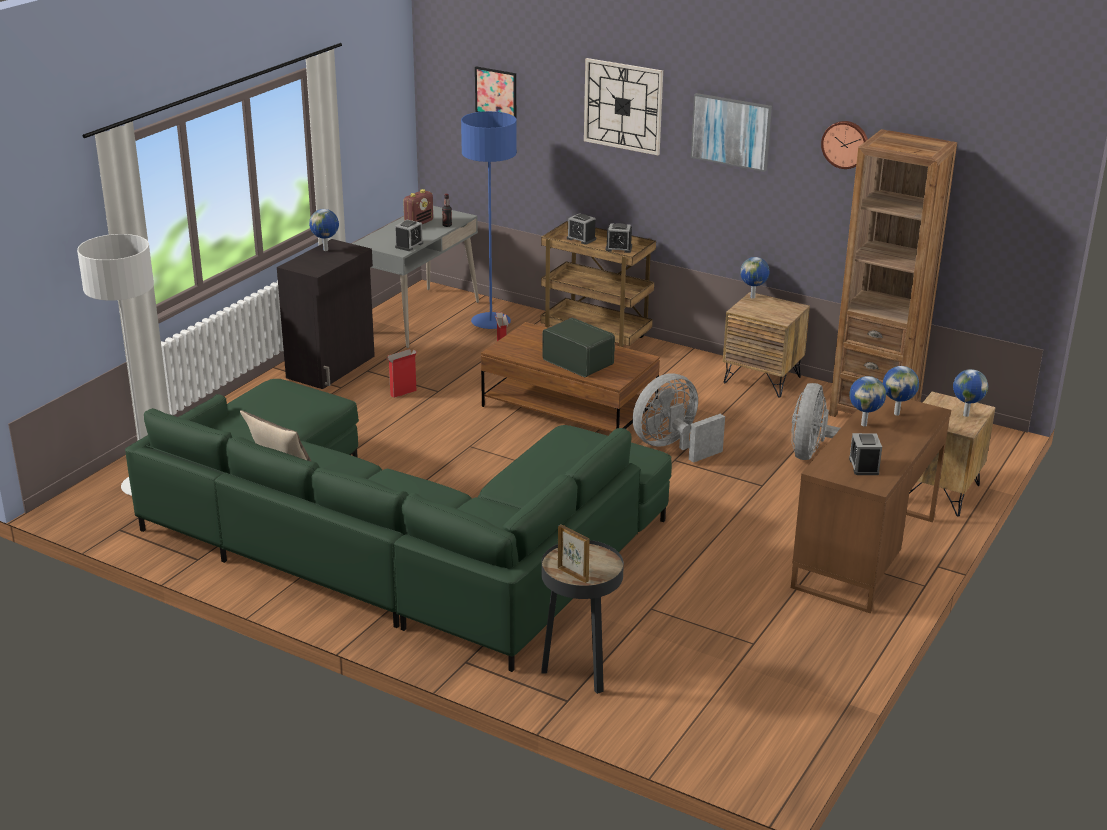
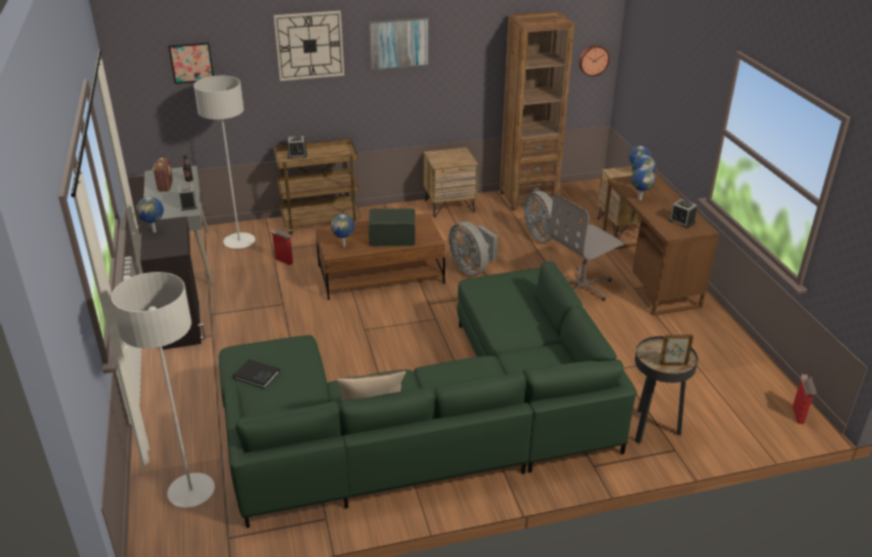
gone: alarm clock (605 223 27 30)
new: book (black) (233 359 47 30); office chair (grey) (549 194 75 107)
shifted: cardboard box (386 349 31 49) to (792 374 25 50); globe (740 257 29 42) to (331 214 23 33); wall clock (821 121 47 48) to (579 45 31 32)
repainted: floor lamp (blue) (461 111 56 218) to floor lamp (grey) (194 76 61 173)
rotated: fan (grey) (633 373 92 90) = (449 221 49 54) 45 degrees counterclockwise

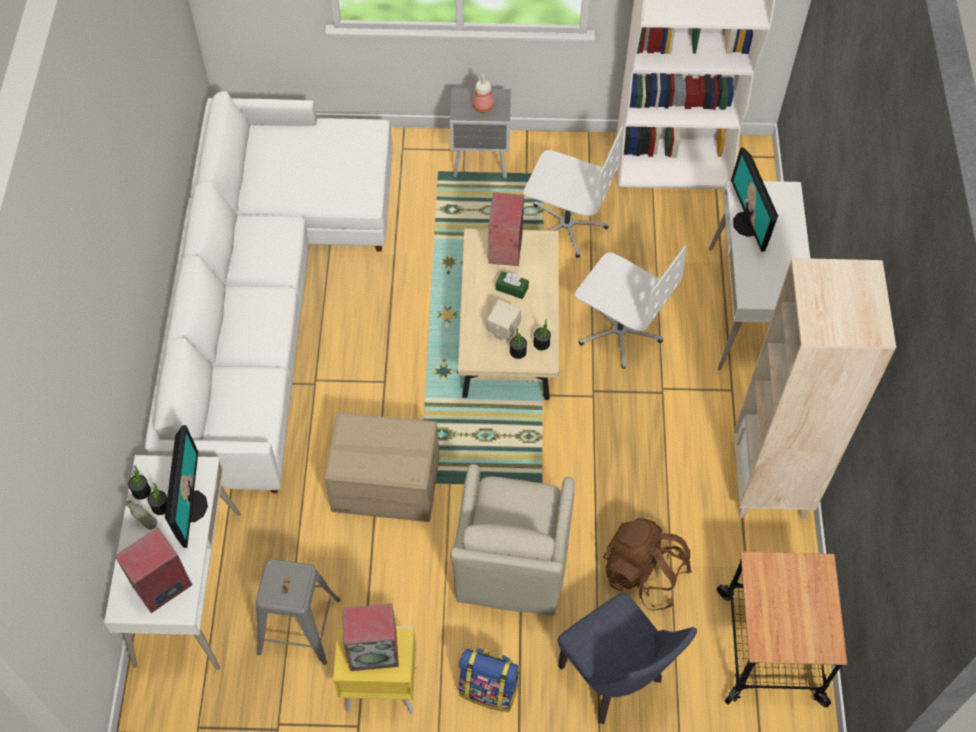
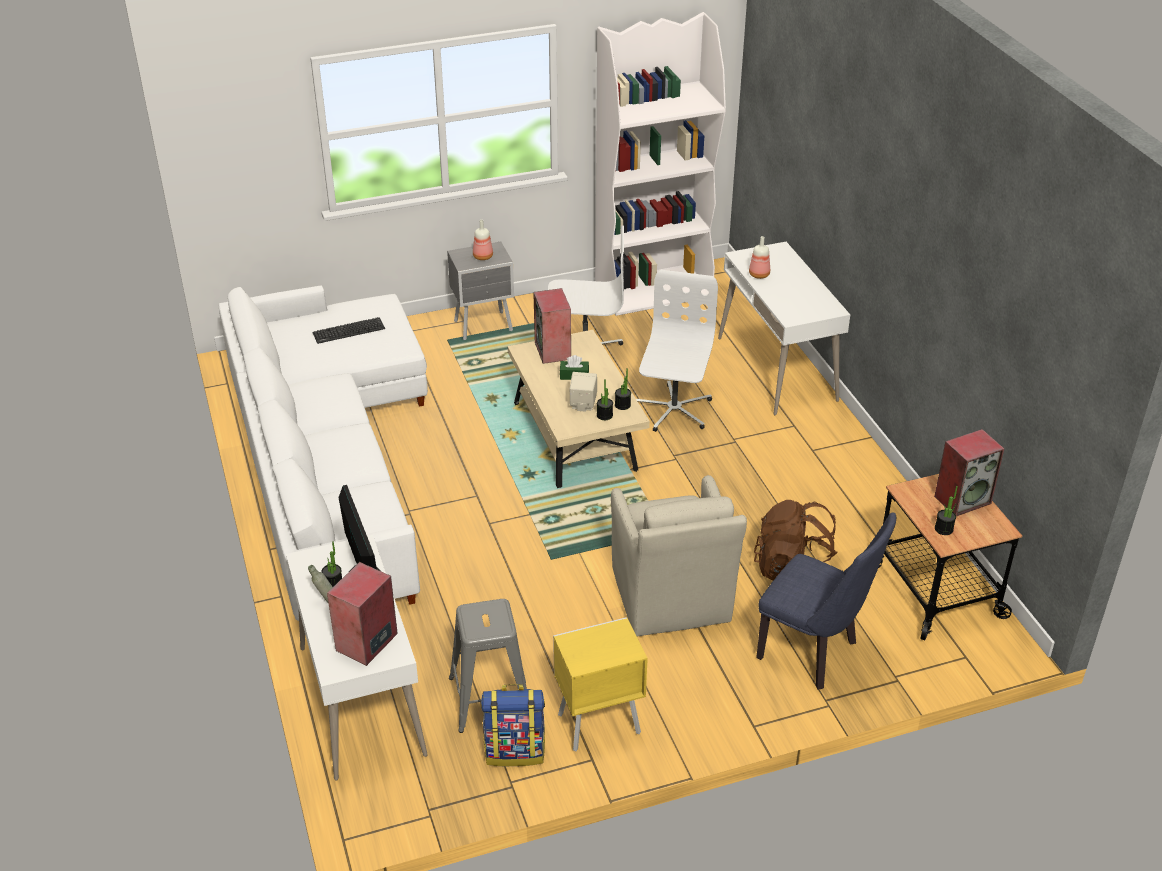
gone: cardboard box (324 412 115 110); bookcase (beige) (733 258 163 261)
new: keyboard (313 317 72 27)
shifted: potted plant (128 465 23 35) to (935 486 23 49); speaker (342 604 57 67) to (934 429 70 87); backpack (458 648 61 64) to (481 684 64 83)
swapped: monitor (731 147 47 105) to bottle (749 236 21 43)
rotated: office chair (white) (575 245 111 124) = (636 270 82 162) 90 degrees counterclockwise

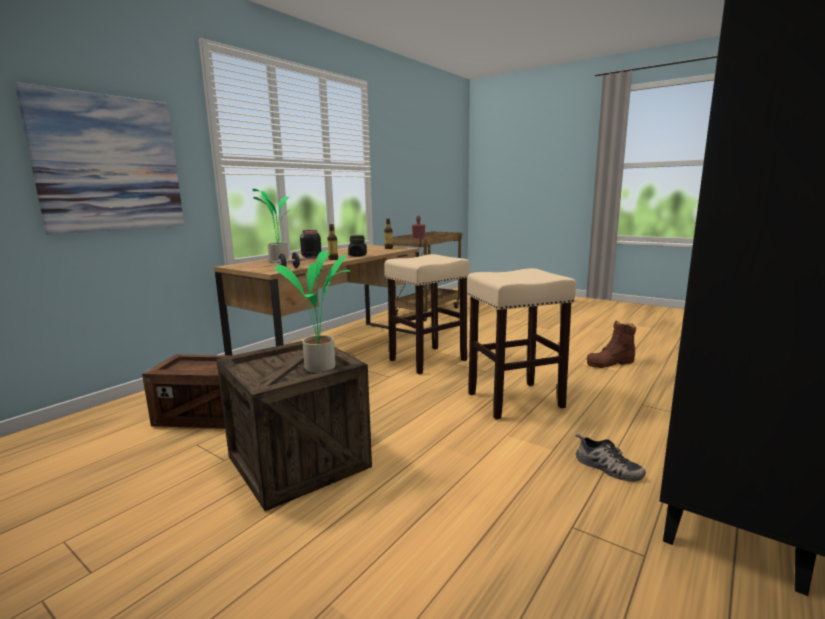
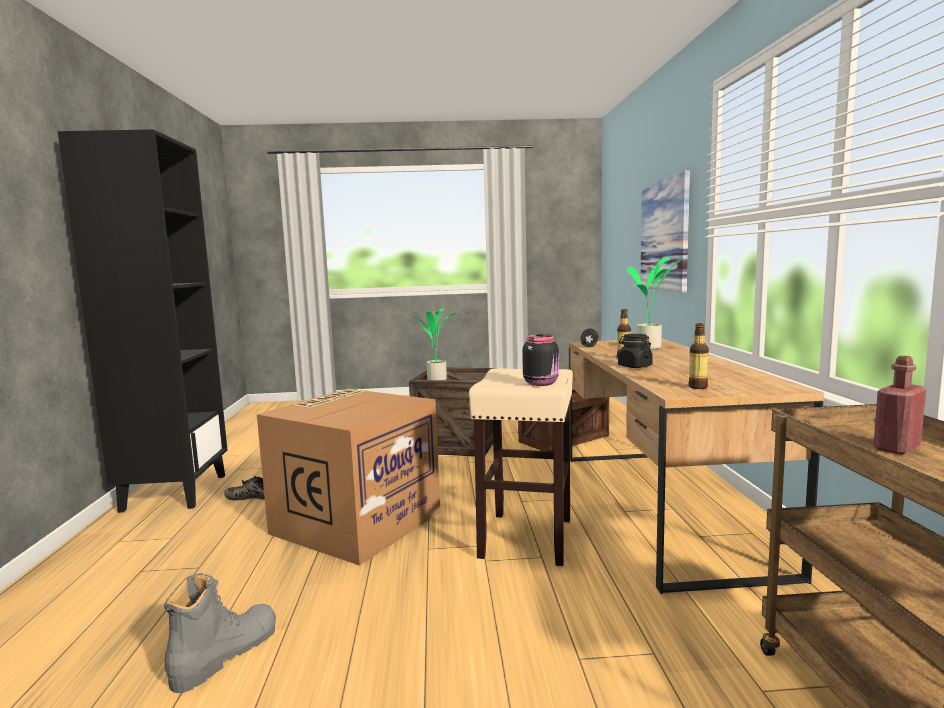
shifted: jar (black) (300 230 21 28) to (522 334 37 52)
swapped: stool (beige) (467 268 109 152) to cardboard box (257 389 183 177)
repainted: boot (brown) (587 321 49 47) to boot (grey) (164 573 112 120)

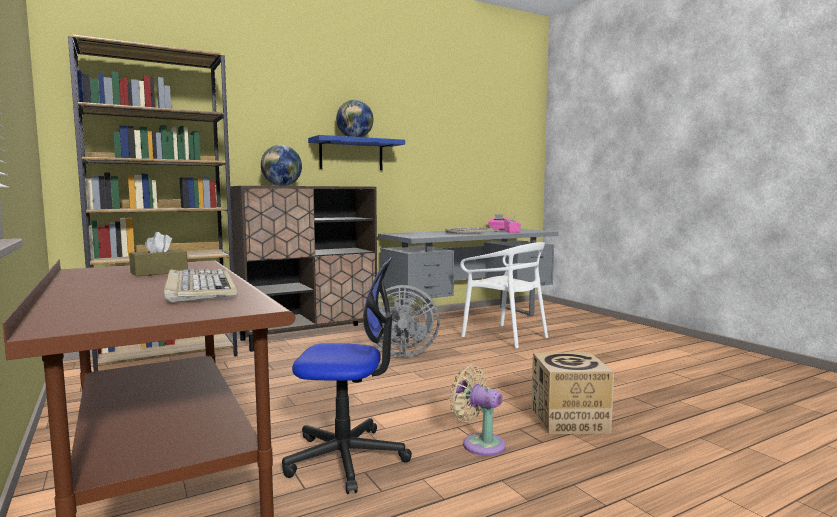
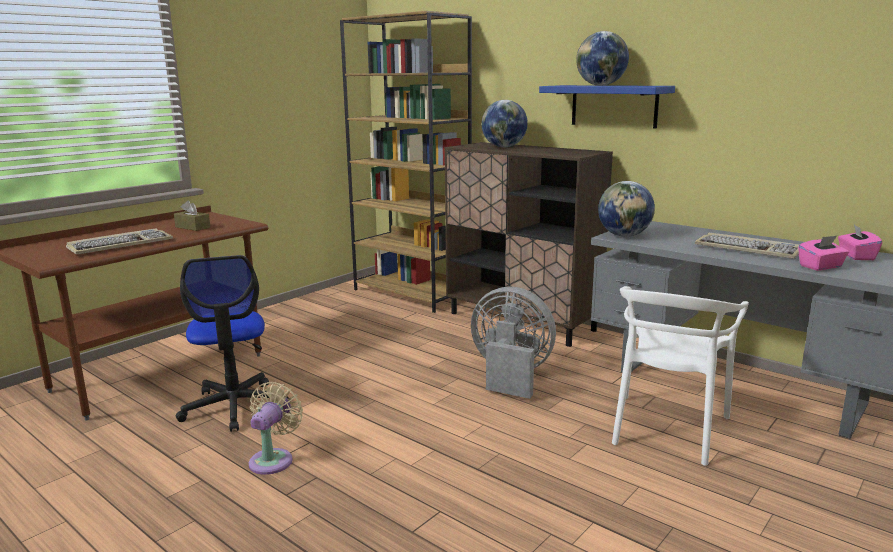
gone: cardboard box (531 352 83 82)
new: globe (598 181 57 56)
rotated: fan (grey) (375 285 65 72) = (471 287 85 112) 135 degrees clockwise

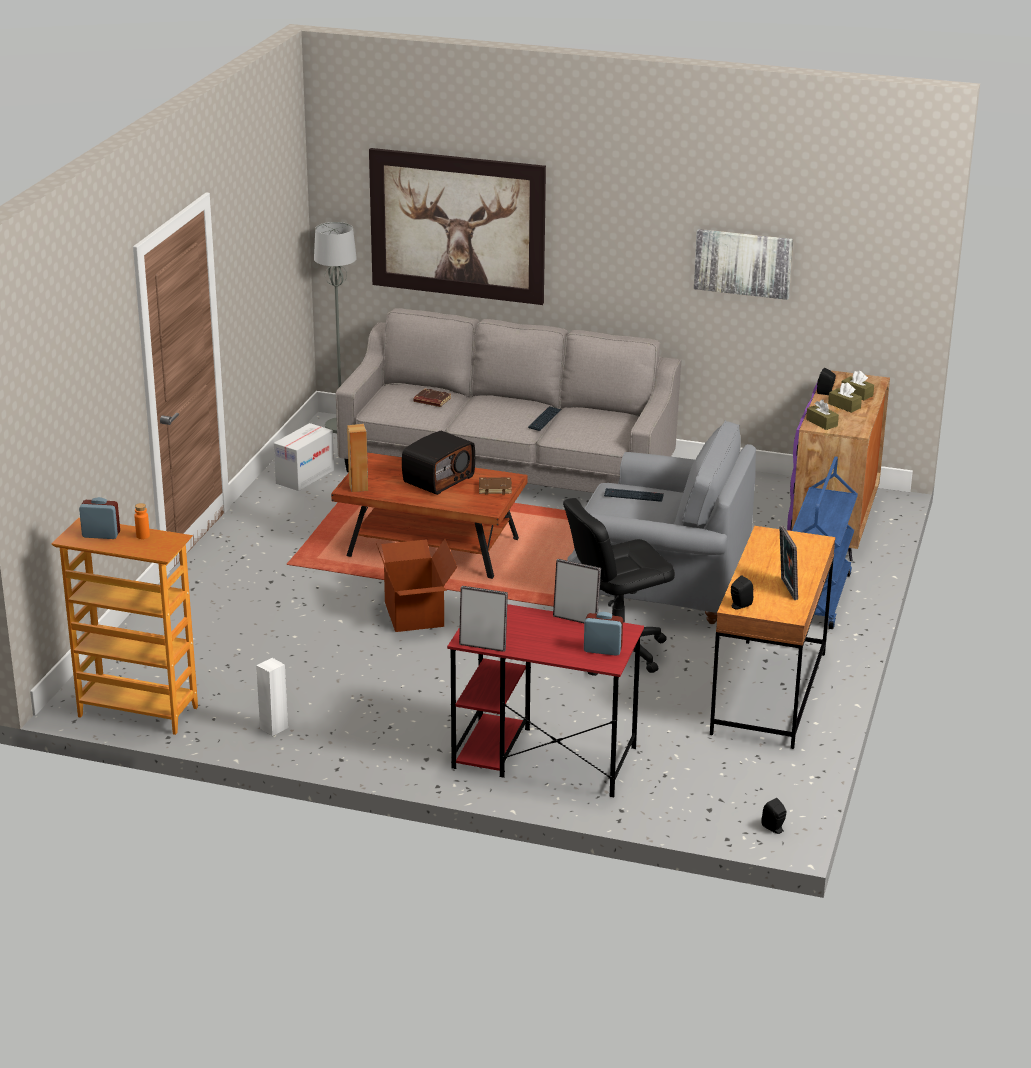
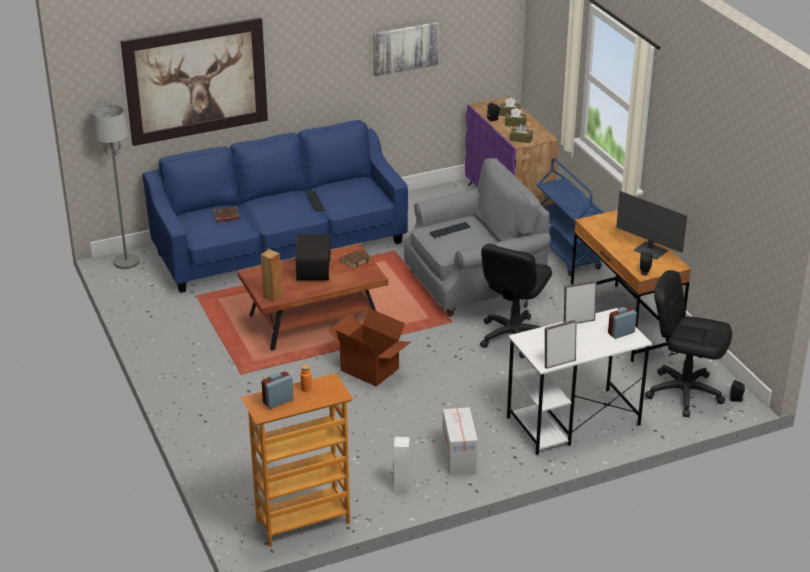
new: office chair (black) (645 270 87 147)
shifted: cardboard box (274 423 60 68) to (442 407 36 68)
swapped: picture frame (779 526 19 74) to monitor (616 191 71 69)
repainted: sofa (grey) (336 308 346 185) to sofa (blue) (142 120 266 173); desk (red) (447 604 197 193) to desk (white) (507 308 145 147)

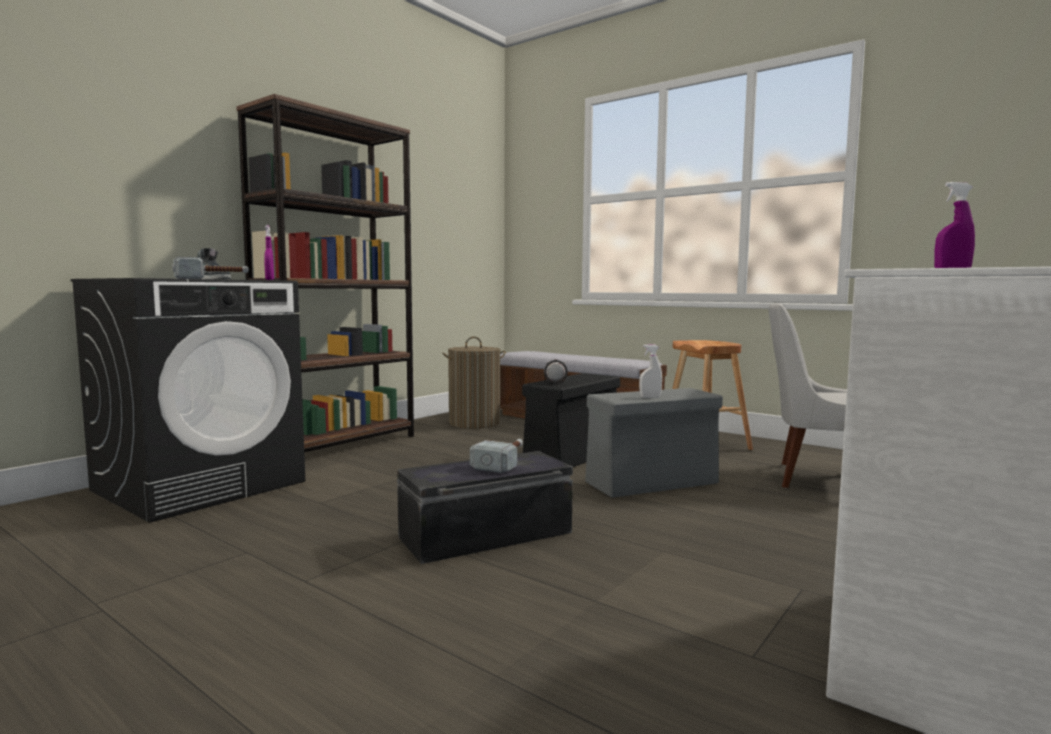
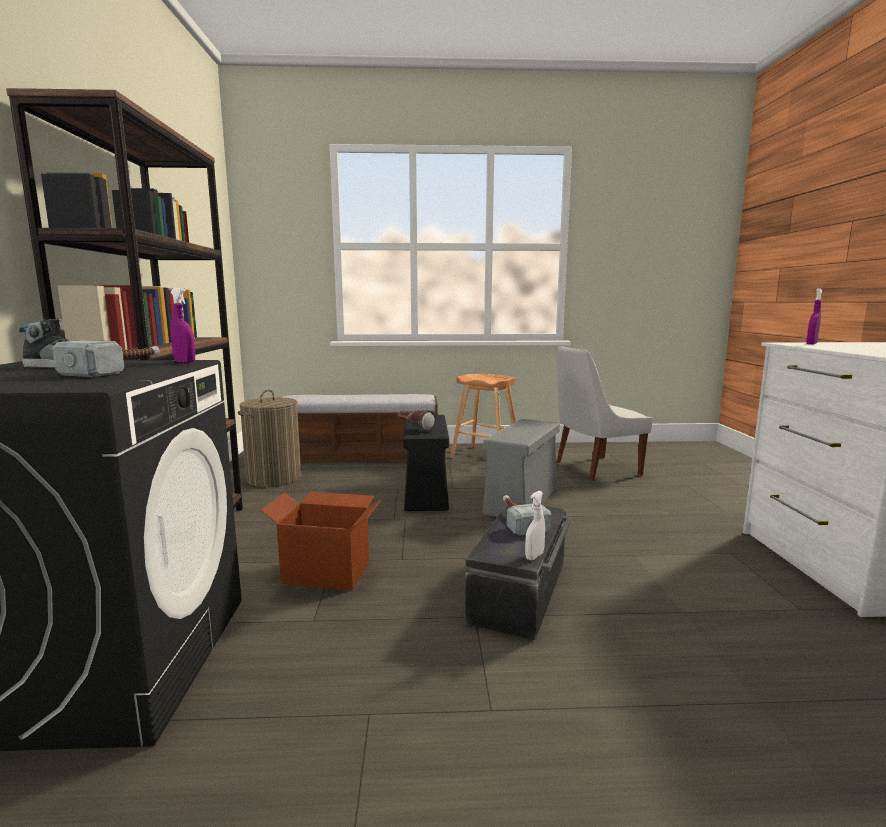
new: cardboard box (260 492 122 98)
shifted: spray bottle (white) (639 344 23 54) to (525 491 20 69)

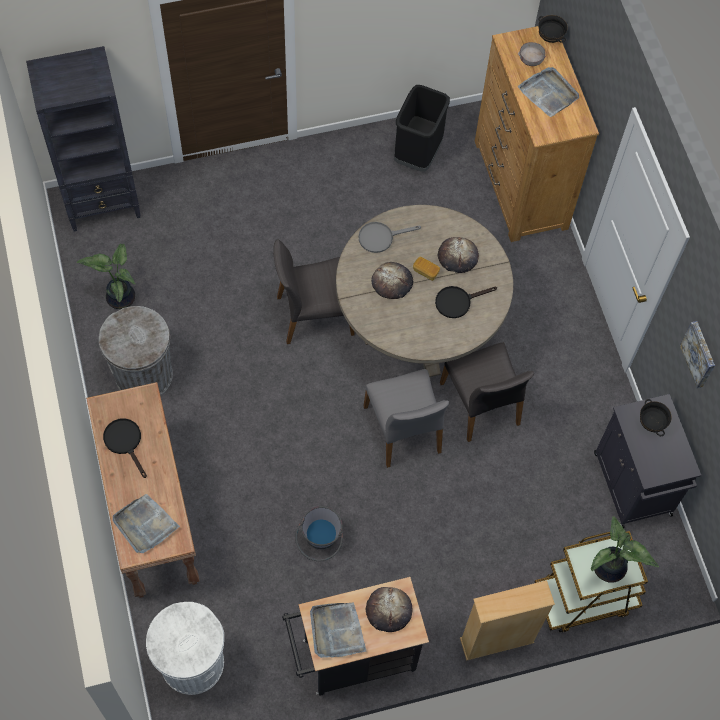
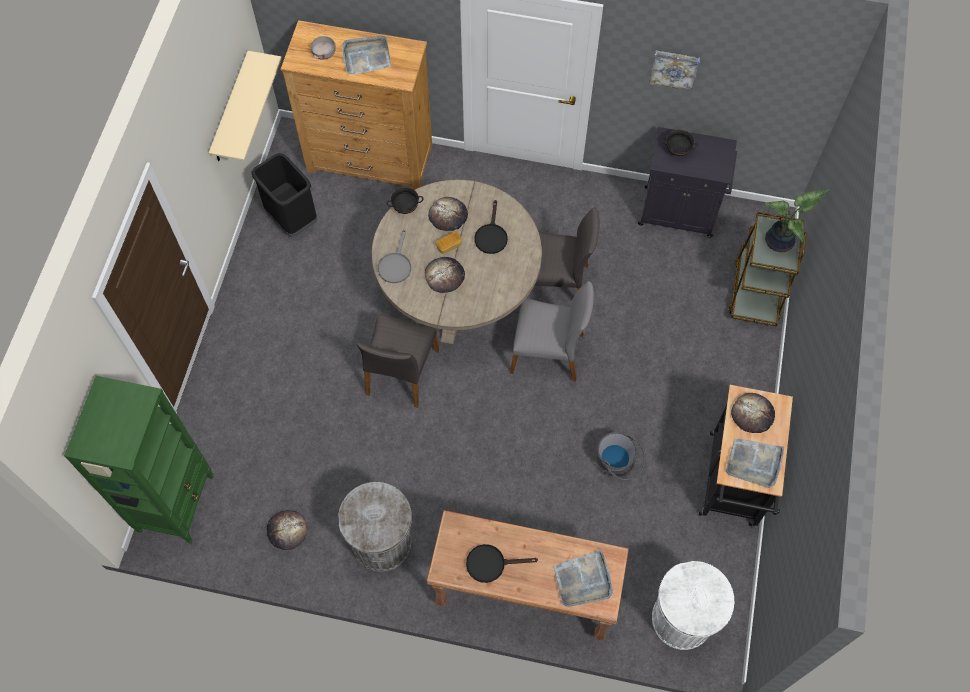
gone: bookcase (beige) (460 580 95 81)
new: shelf (beige) (209 51 73 110)
shifted: bowl (black) (538 15 30 28) to (386 187 37 27)
swapped: potted plant (77 244 59 65) to bread (267 510 40 40)
repainted: bookcase (black) (26 46 115 185) to bookcase (green) (64 376 150 168)

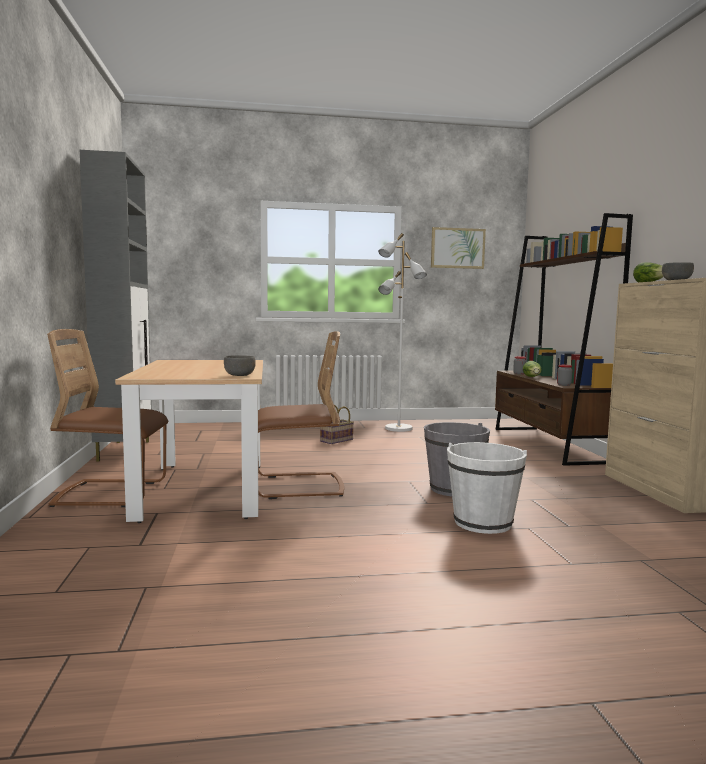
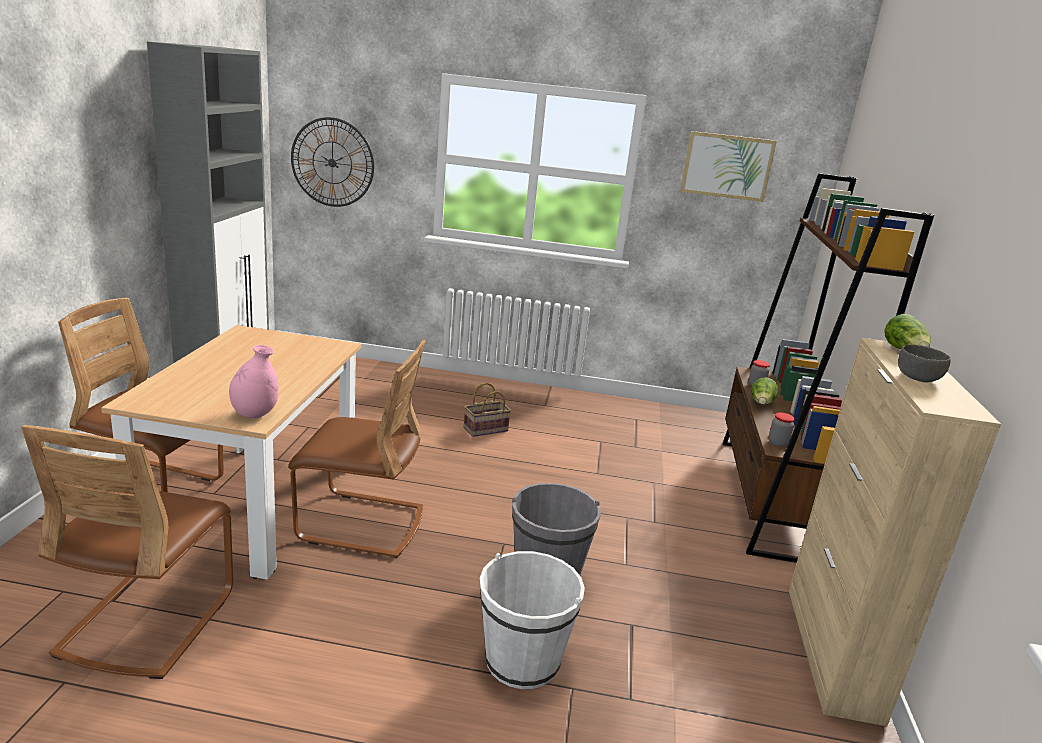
gone: floor lamp (white) (378 233 49 199)
new: chair (brown) (21 425 212 254); wall clock (291 117 83 90)
swapped: bowl (grey) (224 355 32 21) to vase (pink) (229 345 50 73)

